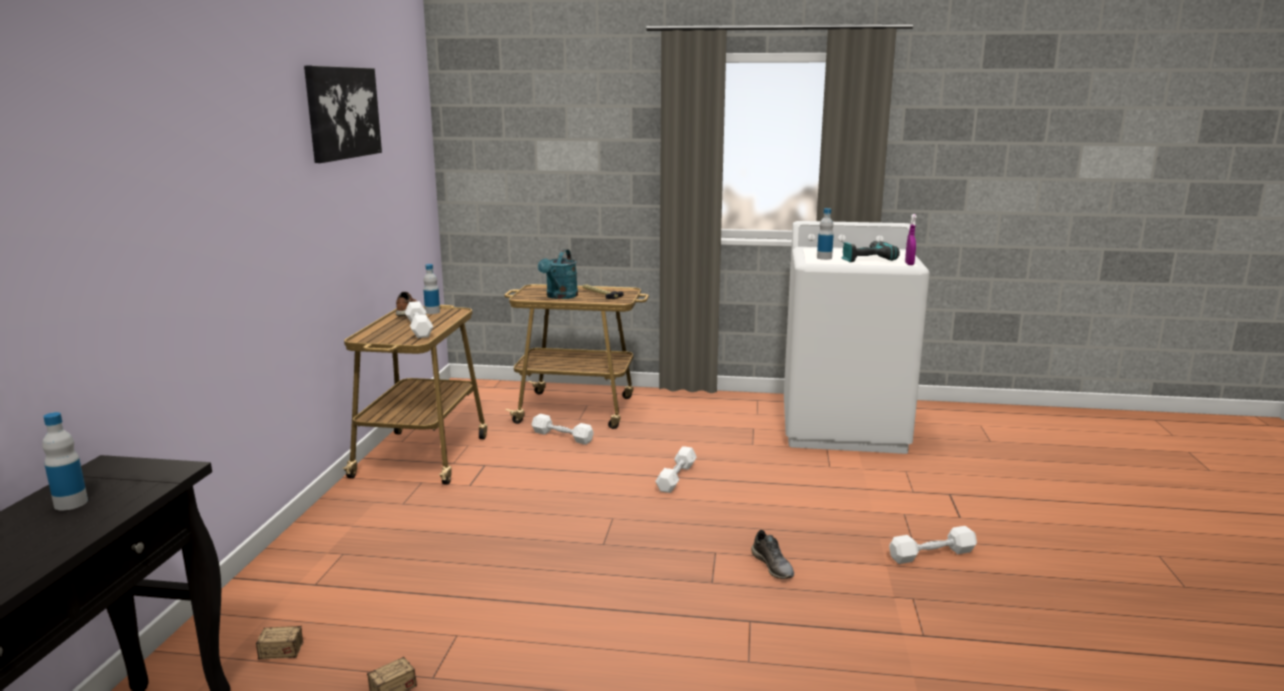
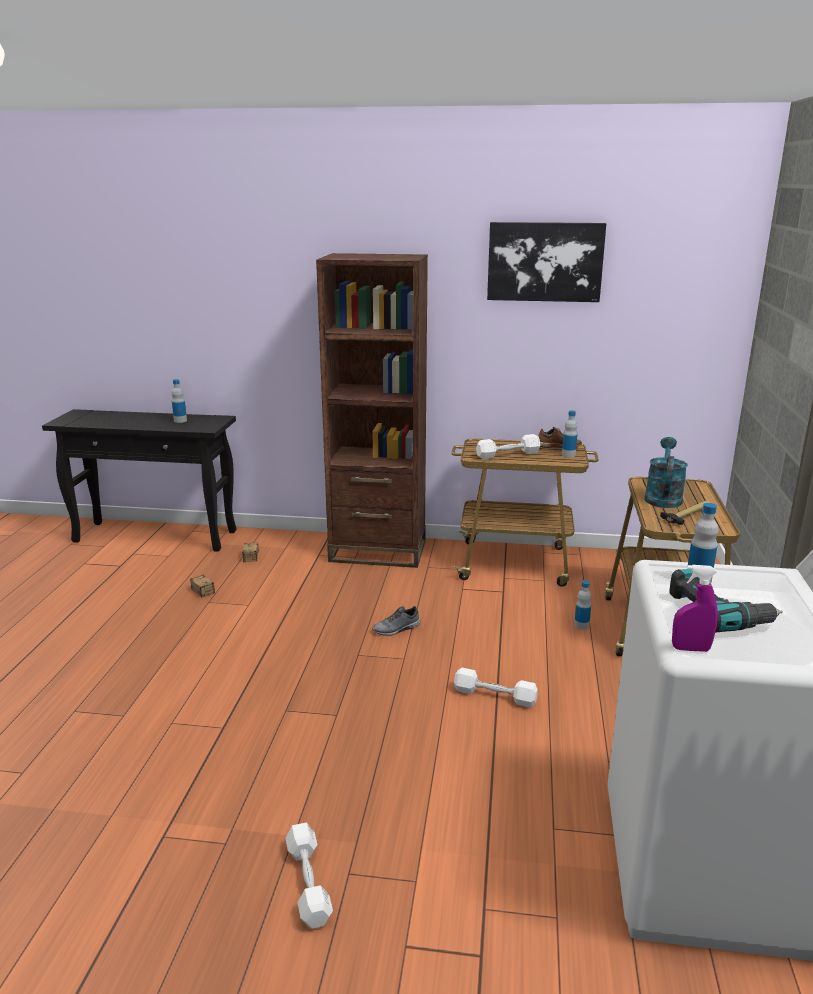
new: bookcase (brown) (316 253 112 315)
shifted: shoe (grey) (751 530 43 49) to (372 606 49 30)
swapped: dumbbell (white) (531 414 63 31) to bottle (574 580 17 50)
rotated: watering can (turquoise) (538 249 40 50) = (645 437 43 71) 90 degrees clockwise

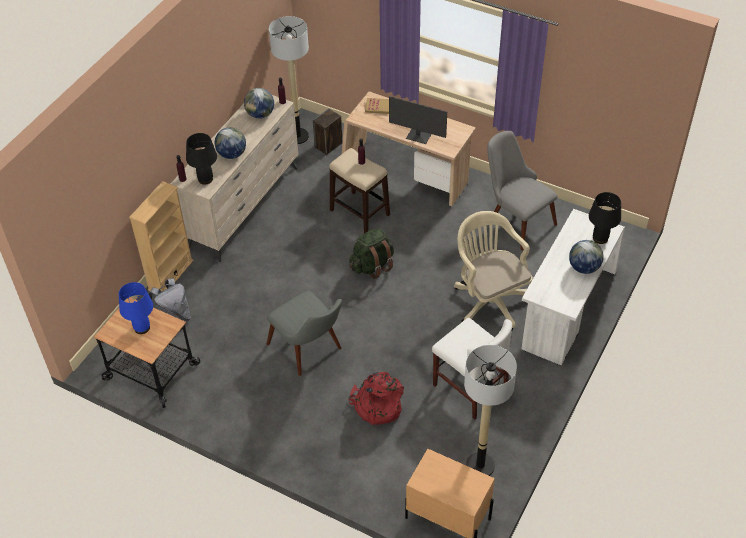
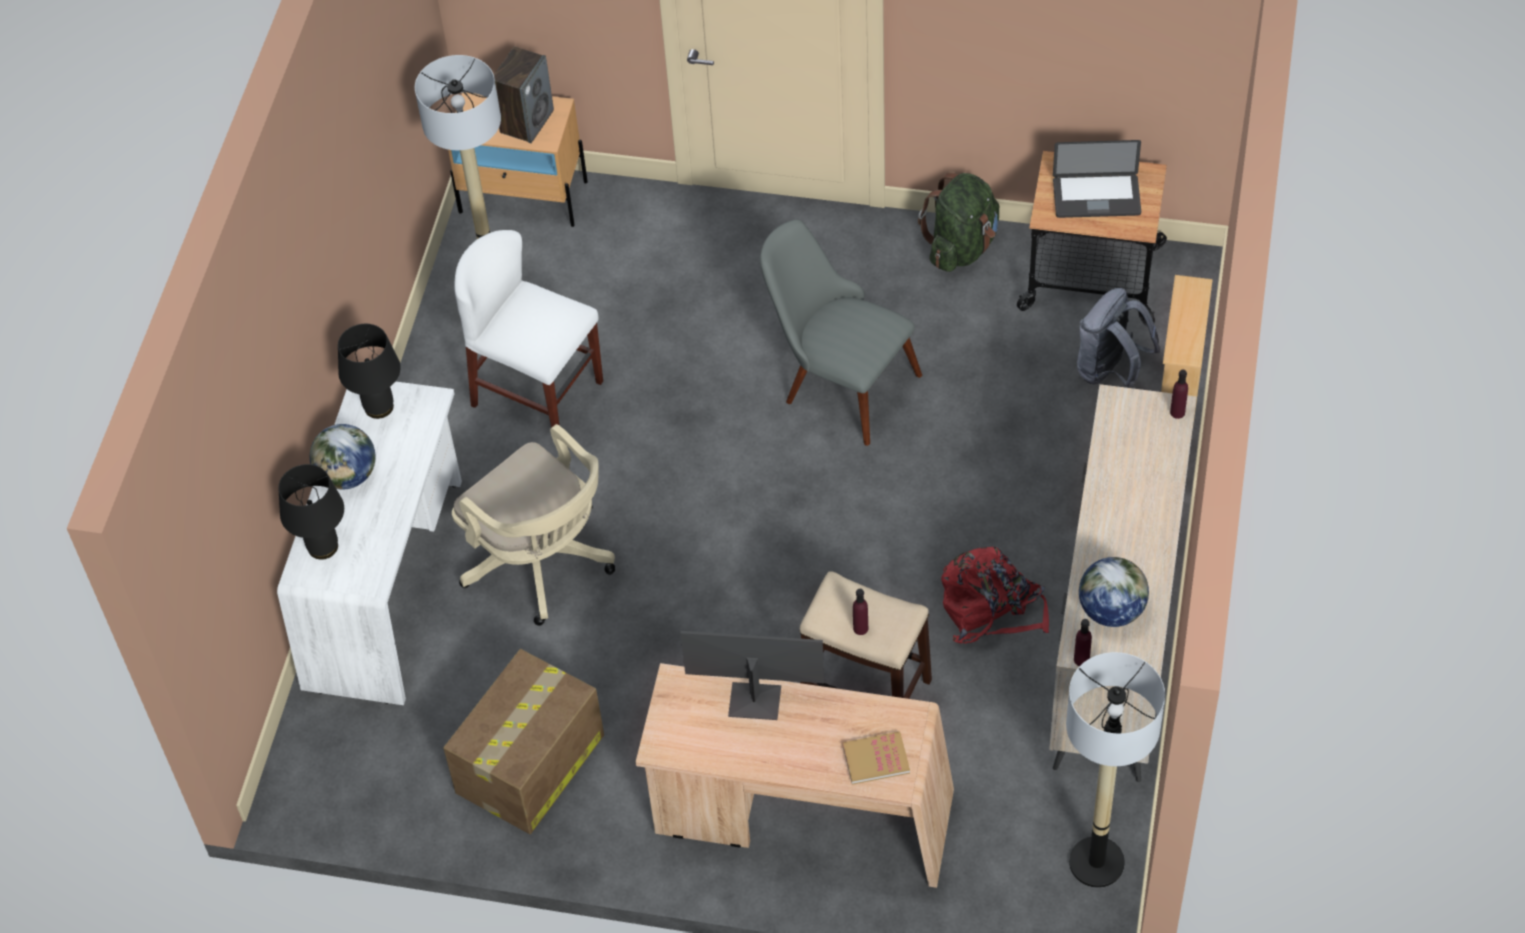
gone: globe (215 127 31 32)
shifted: table lamp (black) (186 133 31 52) to (338 324 63 95); speaker (313 109 30 46) to (494 47 60 96); backpack (red) (348 372 56 53) to (941 547 108 97); backpack (green) (349 228 45 51) to (918 173 81 99)
swapped: table lamp (blue) (119 282 34 52) to laptop (1053 140 88 78); chair (grey) (487 131 71 119) to cardboard box (443 649 161 185)

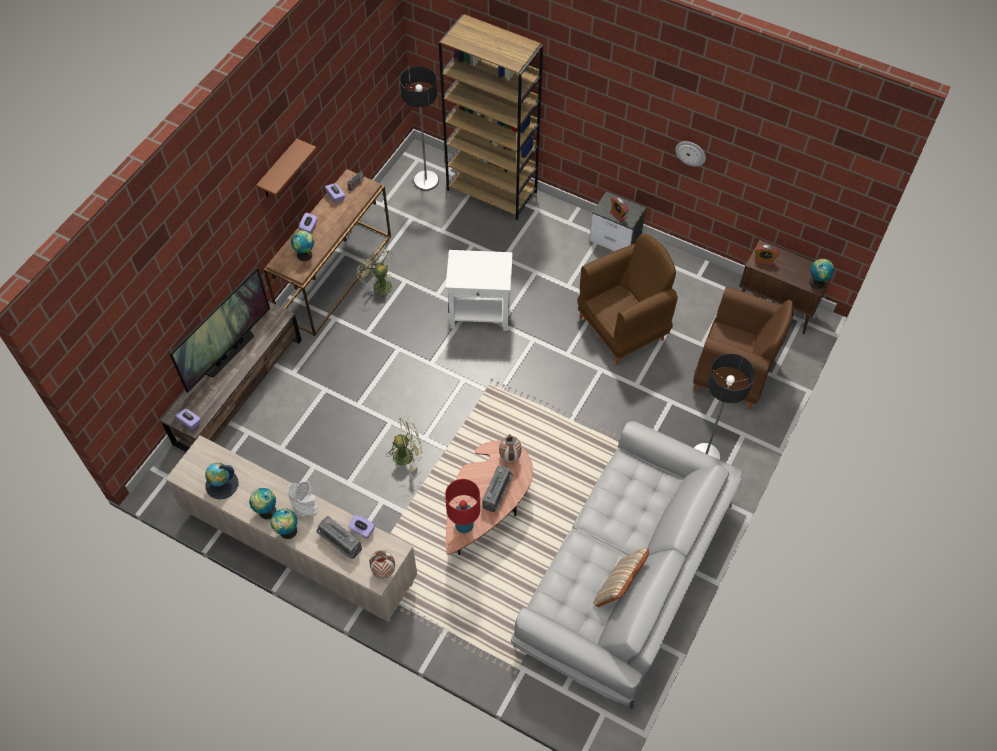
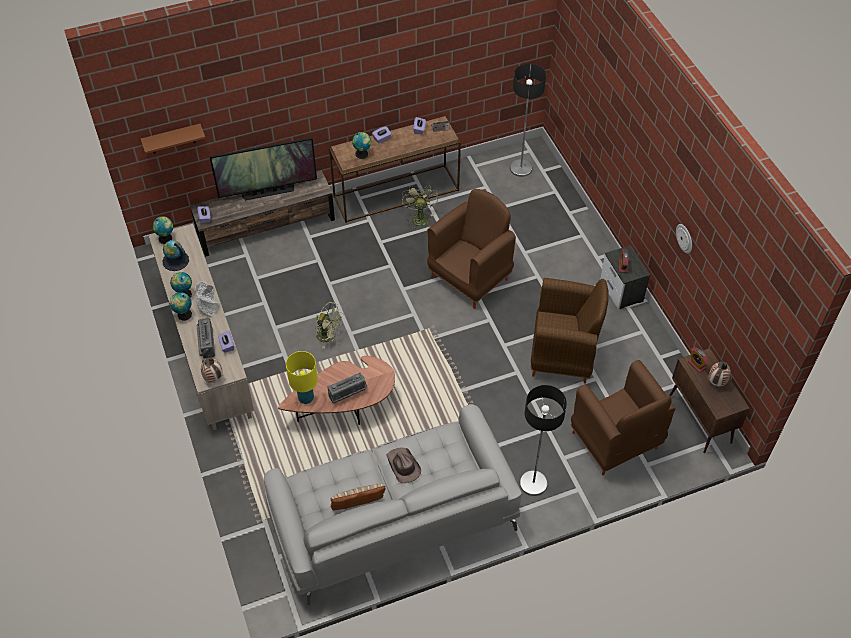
gone: bookcase (brown) (439 14 104 206)
new: hat (brown) (386 448 35 35)
shifted: shelf (brown) (256 139 60 58) to (141 124 64 30); vase (499 435 23 27) to (708 361 23 26); globe (809 259 25 30) to (152 216 21 28)
swapped: side table (white) (445 250 68 81) to armchair (brown) (427 189 89 120)
repainted: table lamp (red) (445 479 35 54) to table lamp (yellow) (286 351 32 53)

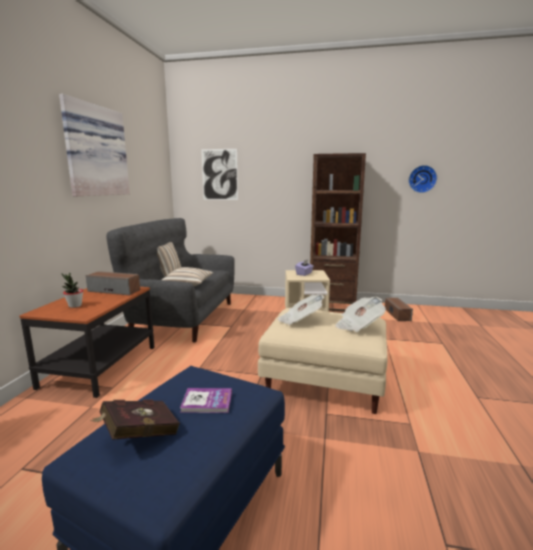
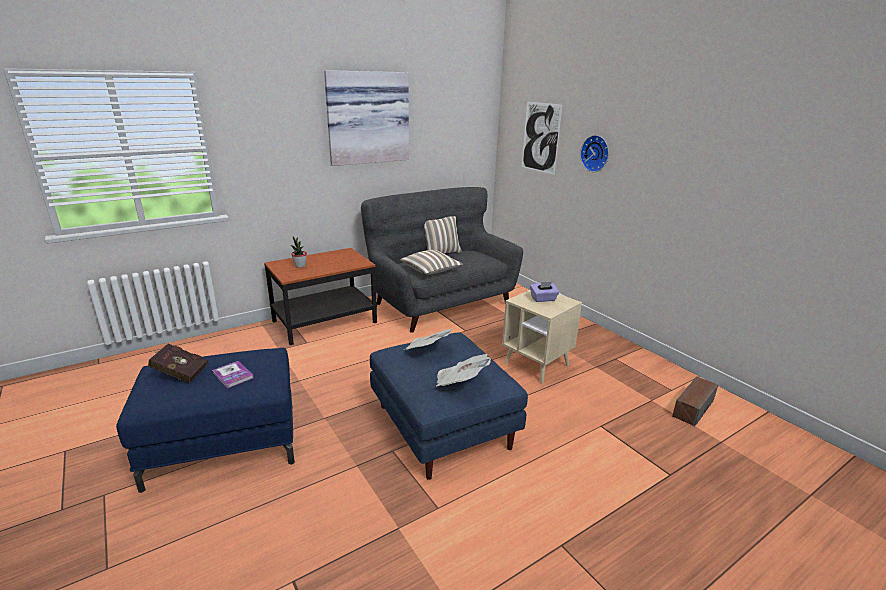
gone: speaker (86 271 54 24); bookcase (brown) (310 153 56 158)
shifted: wall clock (408 165 29 28) to (580 135 29 37)
repainted: ottoman (beige) (258 308 130 106) to ottoman (blue) (370 333 158 147)

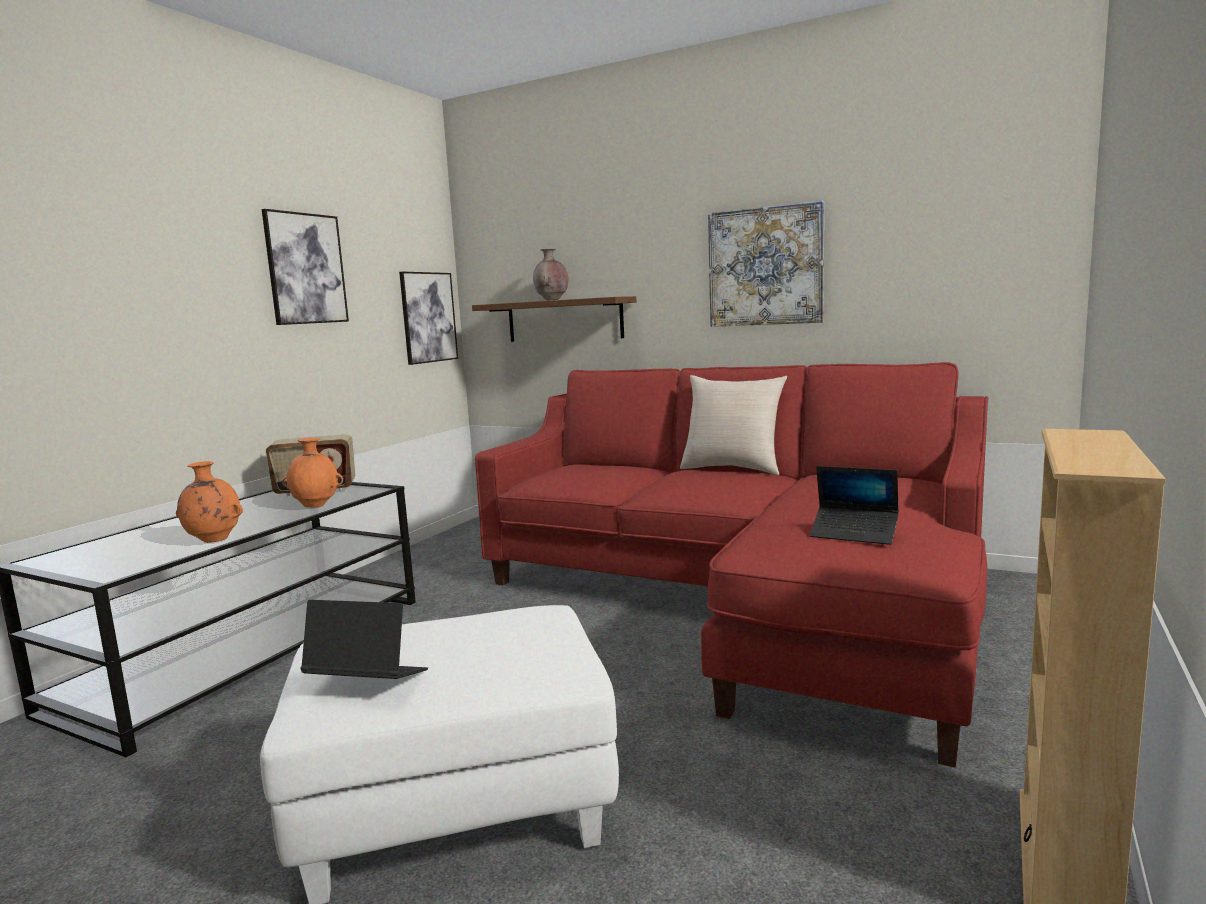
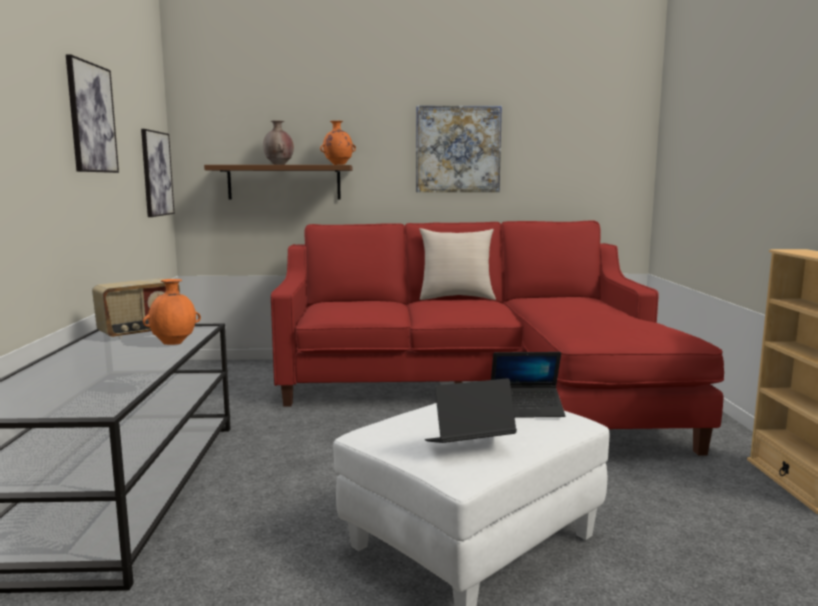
shifted: vase (orange) (176 461 67 82) to (320 121 36 44); laptop (810 466 89 79) to (491 352 74 66)

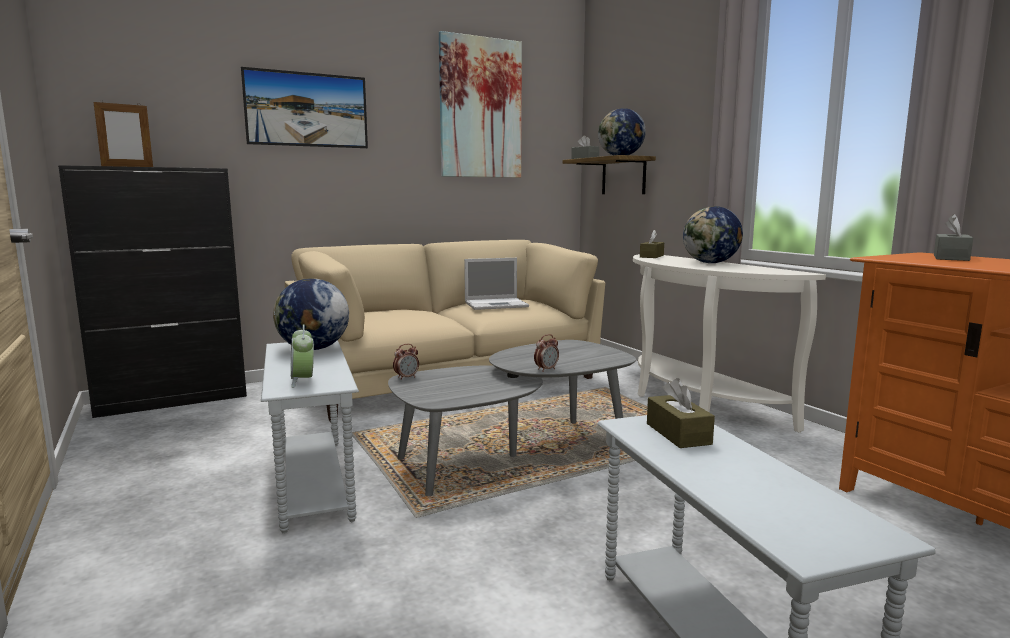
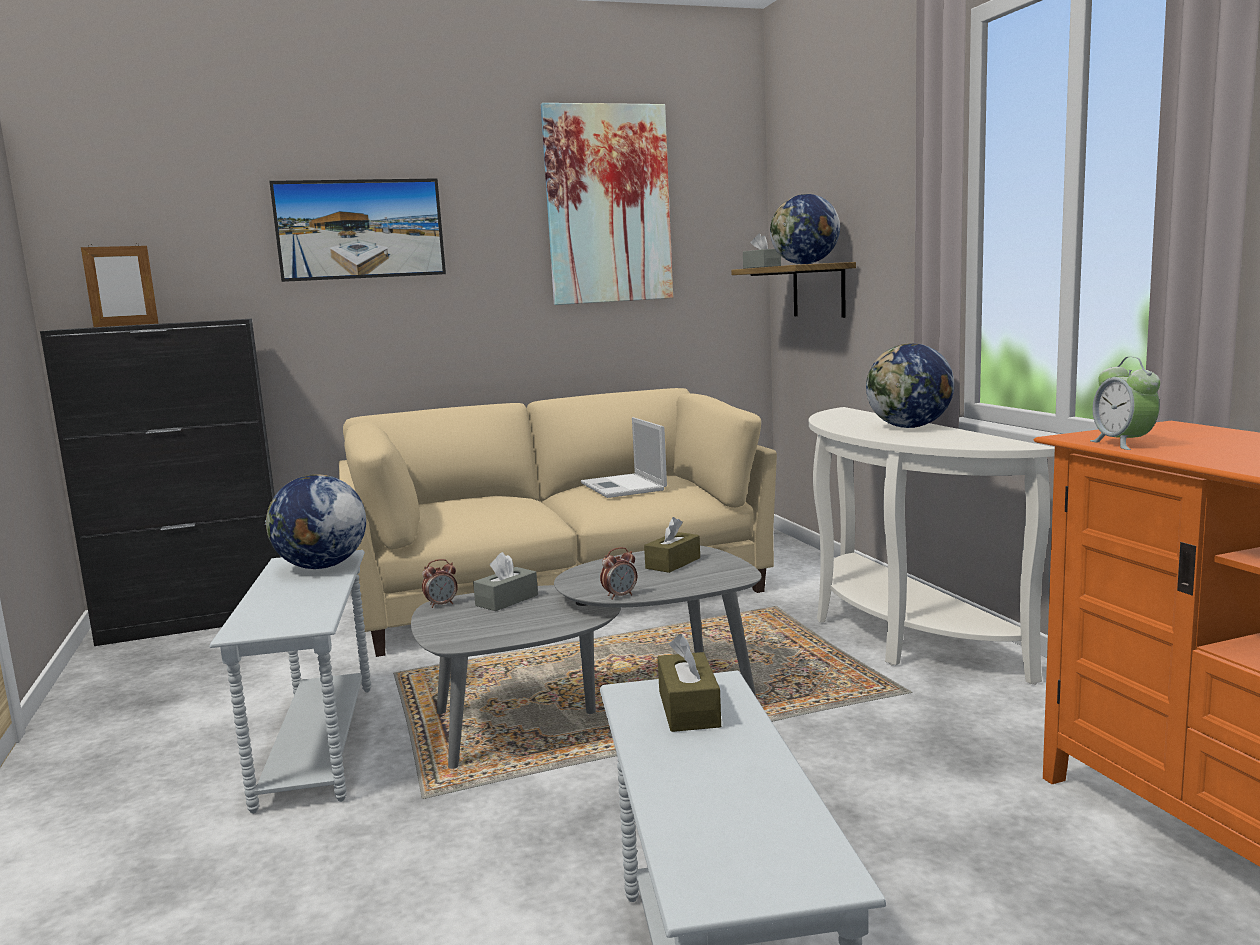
shifted: alarm clock (291 325 23 63) to (1090 357 70 93); tissue box (brown) (640 230 24 28) to (644 517 56 56); tissue box (grey) (934 214 39 47) to (473 552 65 59)
rotated: laptop (464 258 65 52) = (581 417 86 81) 75 degrees clockwise

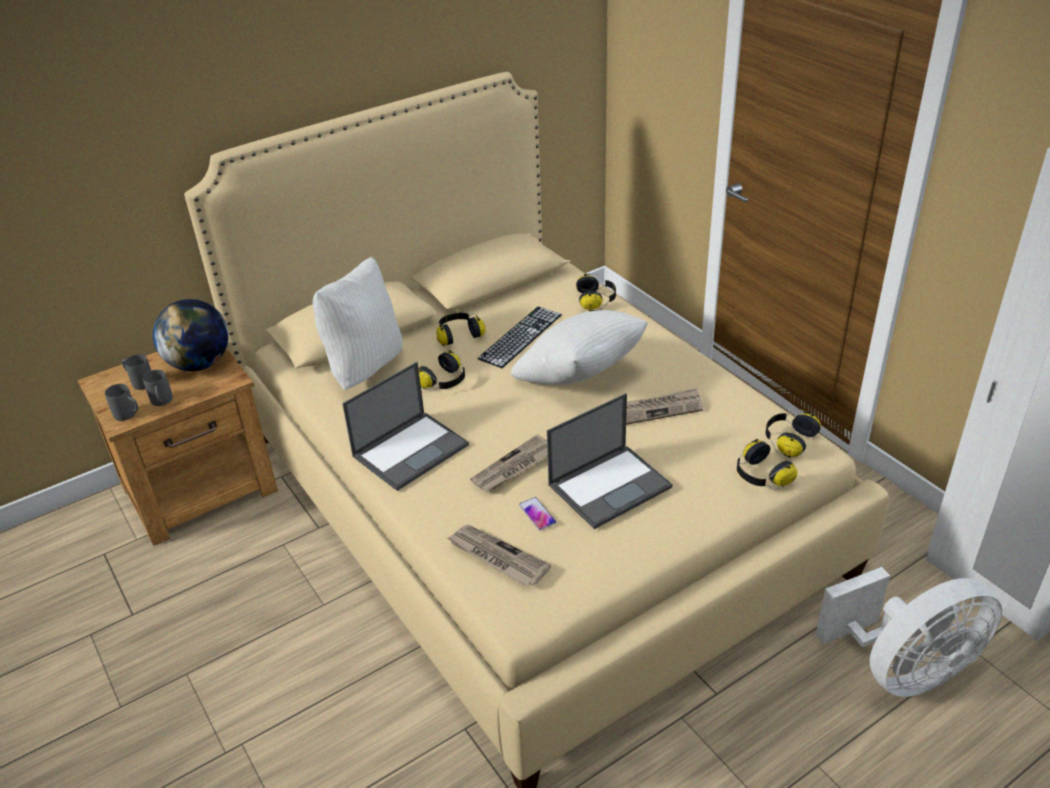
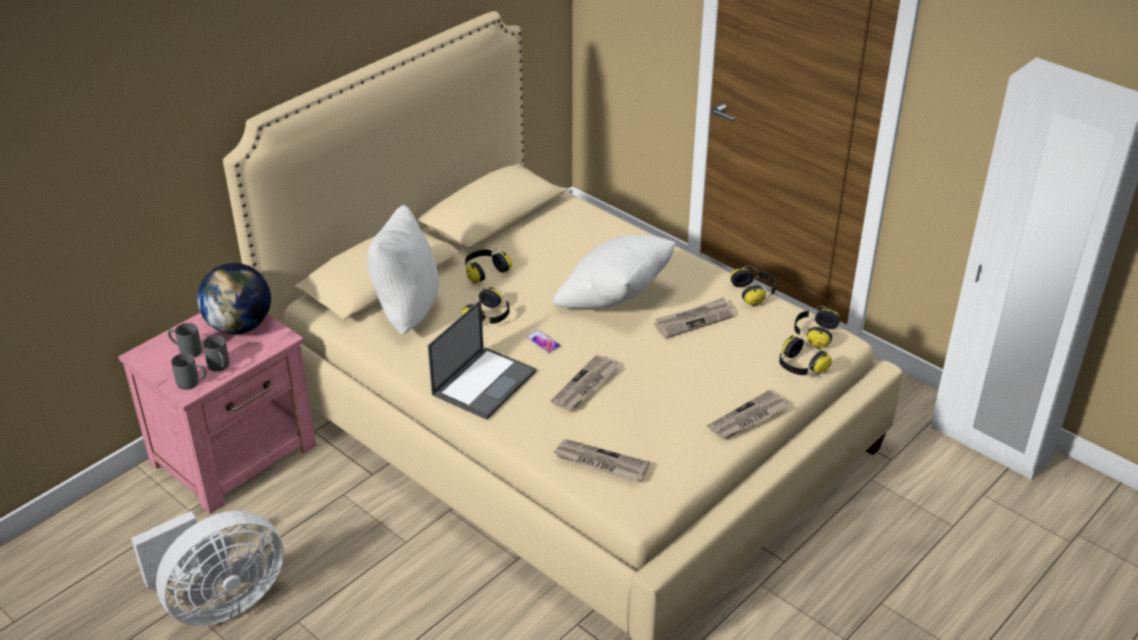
gone: keyboard (477 306 85 62); laptop (547 393 125 136)
new: newspaper (708 389 81 51)
shifted: phone (519 497 37 33) to (526 330 34 23); headphones (576 273 40 38) to (730 266 46 40); fan (white) (816 567 186 130) to (131 510 153 116)
repainted: nightstand (brown) (78 348 200 198) to nightstand (pink) (118 313 199 201)

